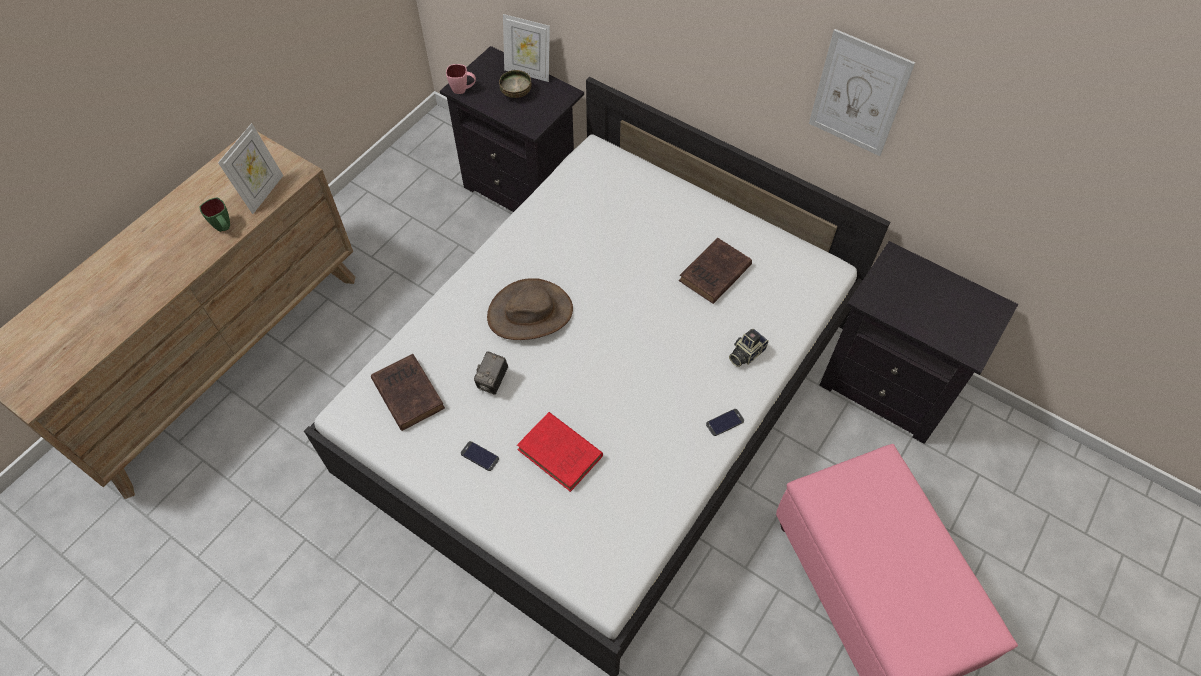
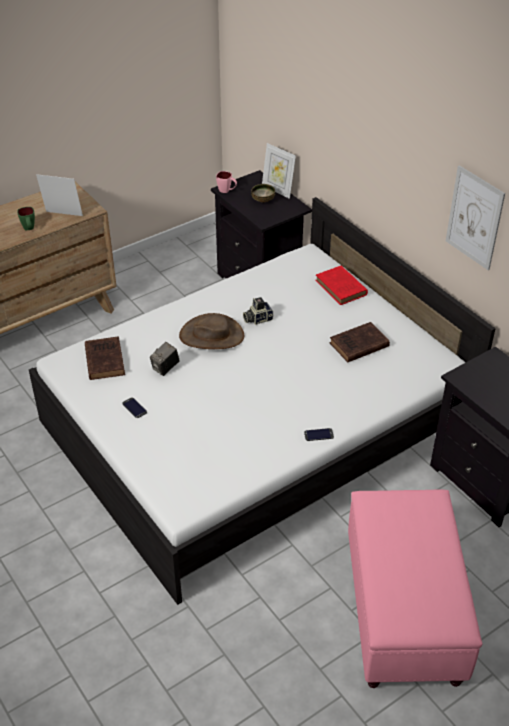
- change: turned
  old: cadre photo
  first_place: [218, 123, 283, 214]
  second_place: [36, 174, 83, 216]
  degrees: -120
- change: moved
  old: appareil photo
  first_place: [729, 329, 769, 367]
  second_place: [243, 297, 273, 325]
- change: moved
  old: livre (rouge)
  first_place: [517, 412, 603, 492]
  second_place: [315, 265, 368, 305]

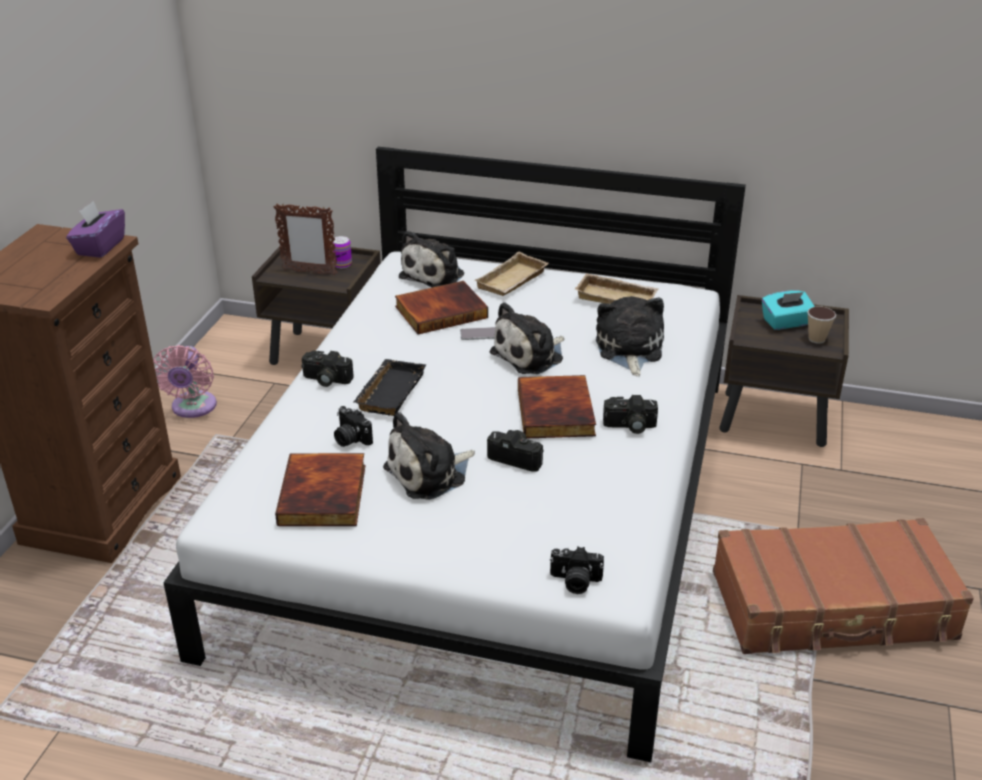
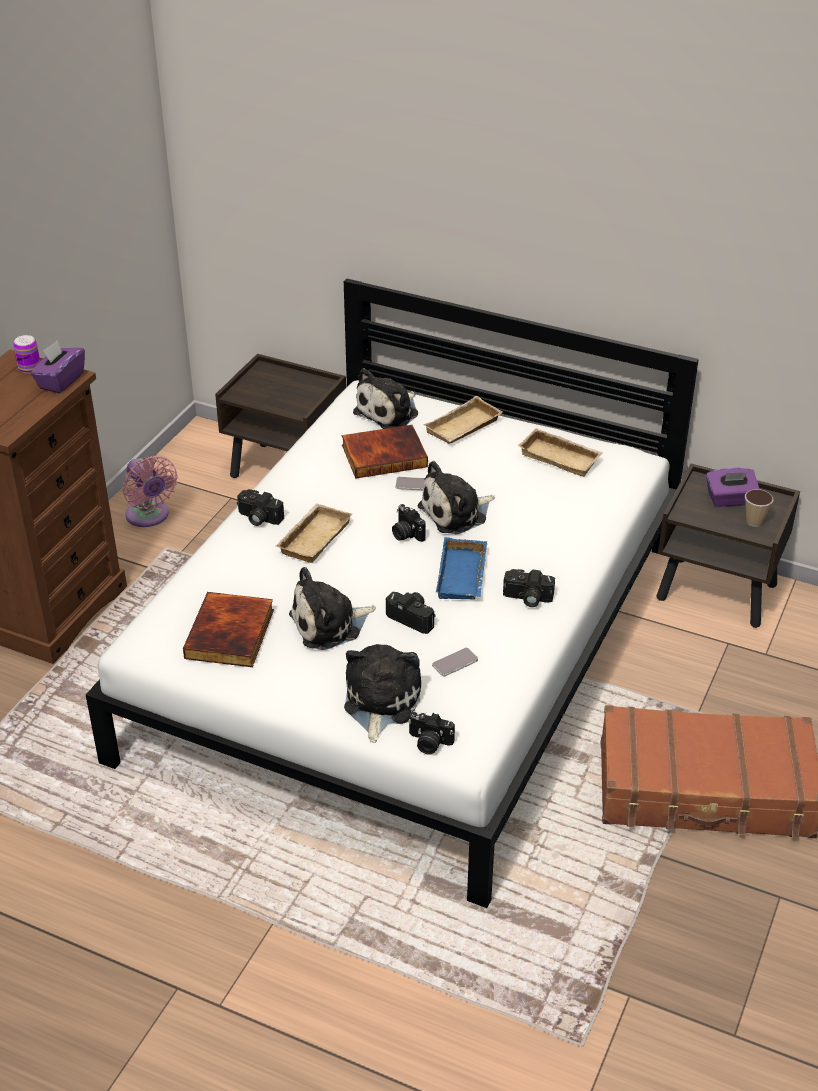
- change: removed
  old: cadre photo
  first_place: [274, 204, 338, 276]
- change: moved
  old: boîte métallique
  first_place: [331, 236, 352, 268]
  second_place: [13, 335, 40, 373]
- change: recoloured
  old: boîte à mouchoirs (turquoise)
  new: boîte à mouchoirs (violet)
  first_place: [762, 290, 815, 330]
  second_place: [706, 468, 760, 507]
- change: moved
  old: peluche
  first_place: [596, 296, 664, 376]
  second_place: [344, 644, 421, 743]
- change: turned
  old: ventilateur (rose)
  first_place: [153, 345, 217, 418]
  second_place: [122, 456, 178, 527]
  degrees: -45
- change: recoloured
  old: plateau (noir)
  new: plateau (beige)
  first_place: [354, 359, 426, 416]
  second_place: [276, 504, 352, 563]
- change: replaced
  old: livre
  new: plateau (bleu)
  first_place: [518, 375, 596, 438]
  second_place: [436, 537, 487, 600]
- change: moved
  old: appareil photo
  first_place: [334, 406, 373, 447]
  second_place: [392, 504, 426, 542]
- change: added
  new: téléphone
  second_place: [432, 648, 478, 676]

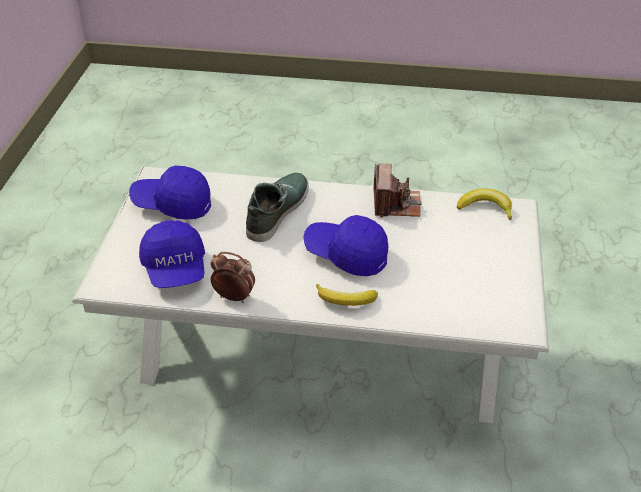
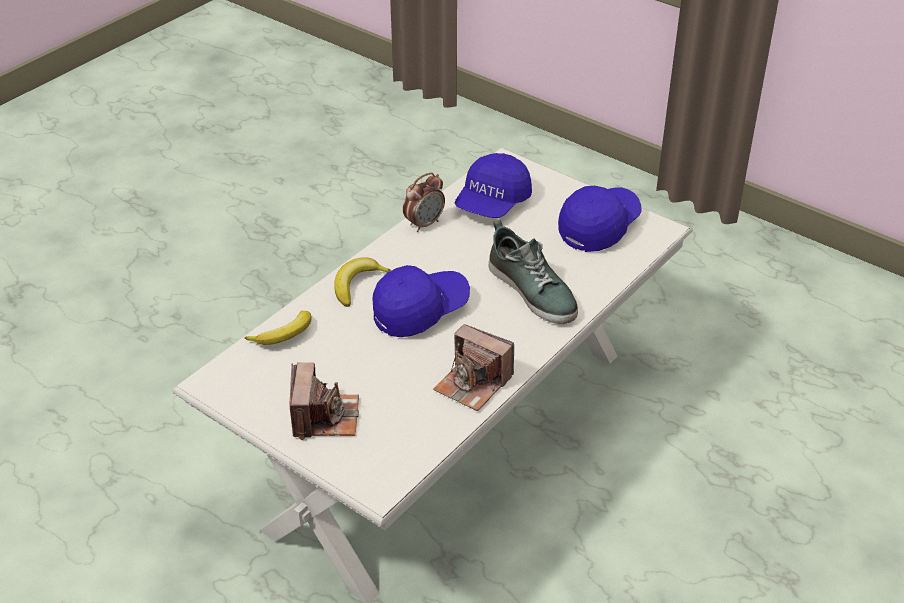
- change: moved
  old: banane
  first_place: [457, 189, 512, 221]
  second_place: [244, 311, 311, 345]
- change: turned
  old: casquette (bleu)
  first_place: [139, 220, 205, 288]
  second_place: [455, 153, 532, 218]
  degrees: -75
- change: added
  new: appareil photo
  second_place: [289, 362, 359, 440]

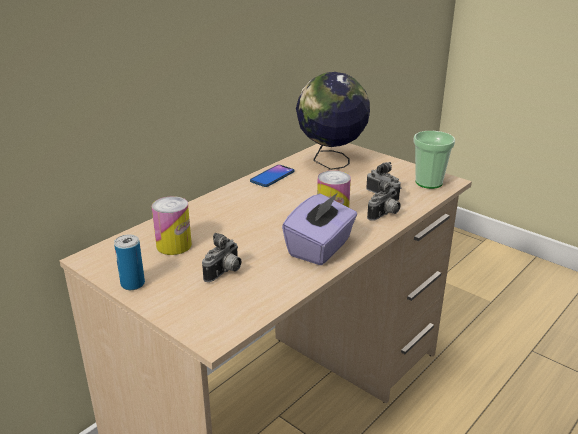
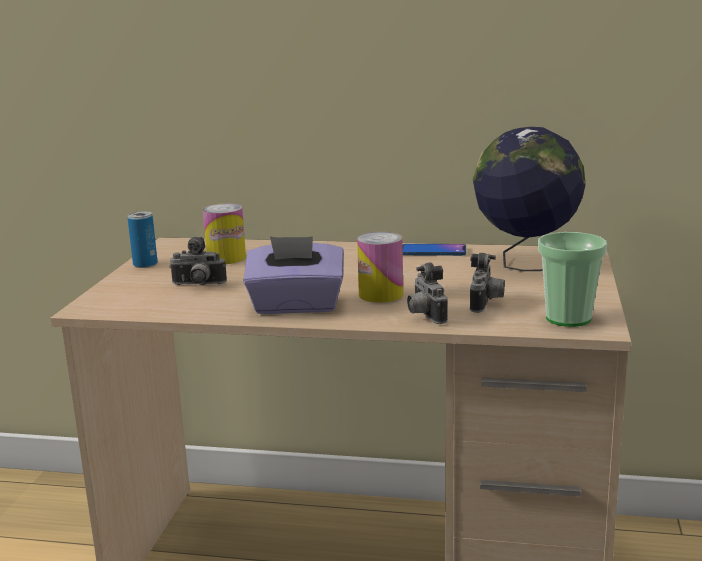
- change: turned
  old: appareil photo
  first_place: [367, 180, 401, 221]
  second_place: [407, 262, 448, 324]
  degrees: 60

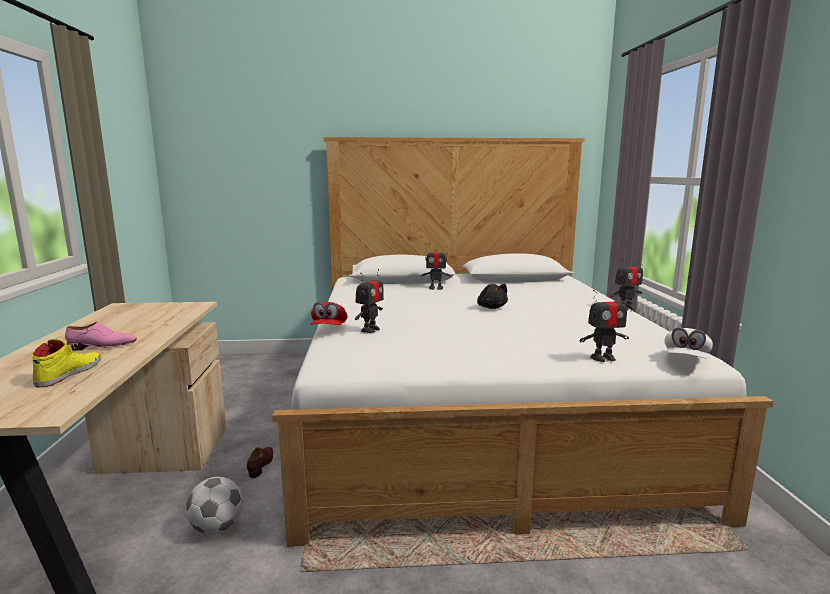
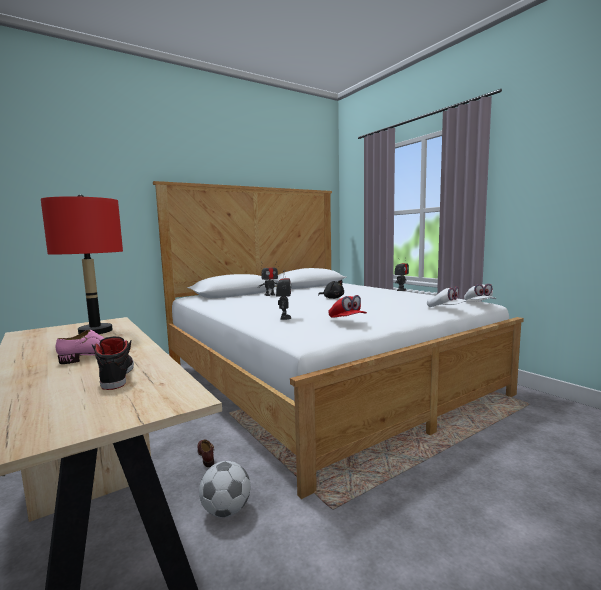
- change: replaced
  old: robot jouet
  new: casquette (blanc)
  first_place: [580, 290, 629, 362]
  second_place: [427, 287, 467, 307]
- change: moved
  old: casquette (rouge)
  first_place: [311, 302, 347, 325]
  second_place: [329, 295, 367, 318]
- change: recoloured
  old: chaussure (jaune)
  new: chaussure (noir)
  first_place: [32, 339, 101, 388]
  second_place: [92, 336, 134, 390]
- change: added
  new: lampe de table (rouge)
  second_place: [41, 194, 123, 334]

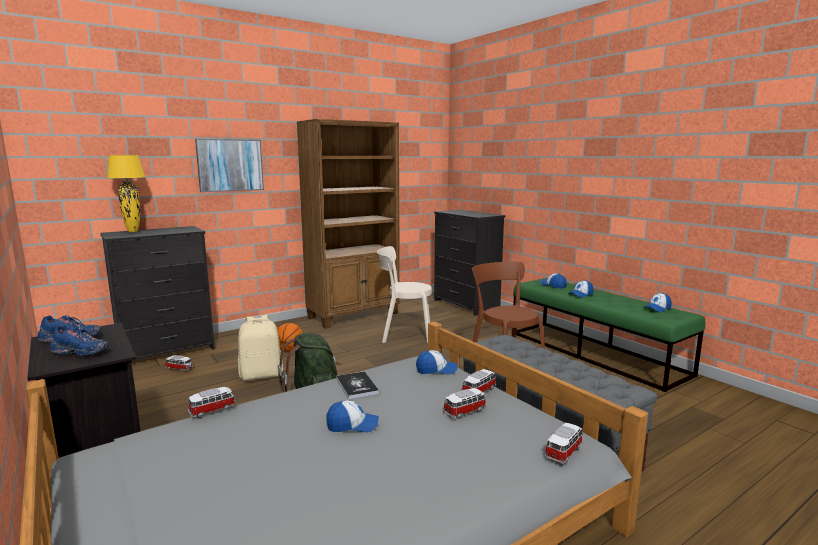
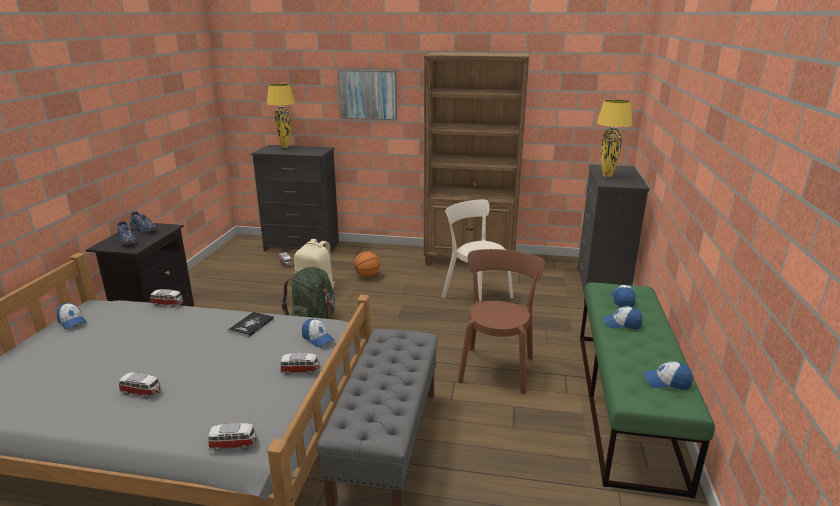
- change: moved
  old: petite voiture
  first_place: [443, 388, 486, 419]
  second_place: [119, 372, 162, 399]
- change: moved
  old: casquette
  first_place: [326, 400, 379, 433]
  second_place: [56, 303, 87, 330]
- change: added
  new: lampe de table (jaune)
  second_place: [597, 100, 633, 177]

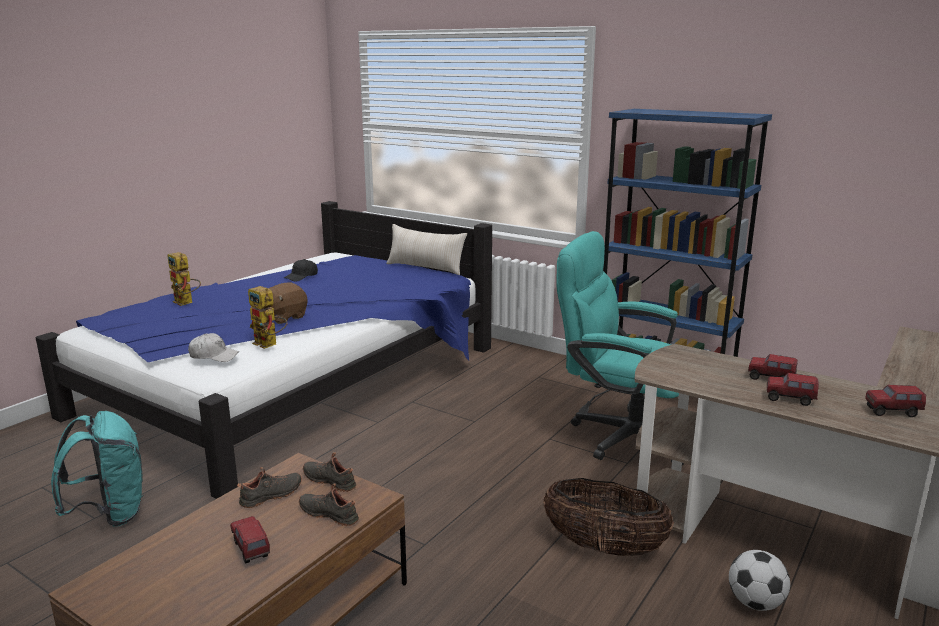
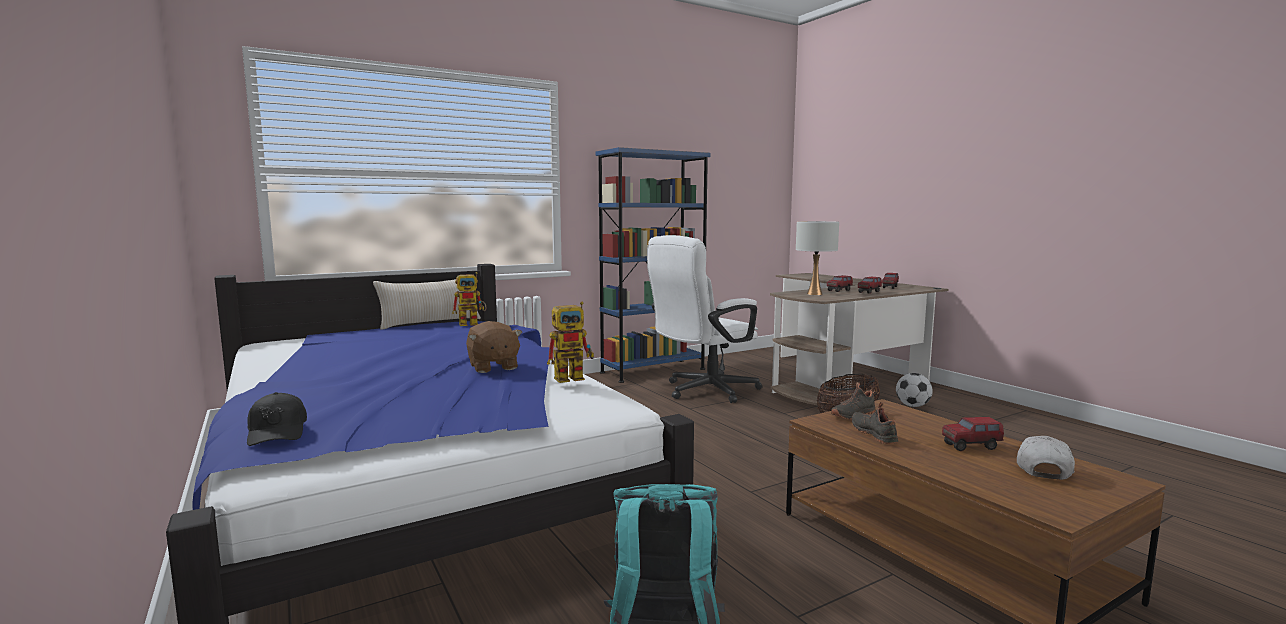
- change: recoloured
  old: chaise de bureau (turquoise)
  new: chaise de bureau (blanc)
  first_place: [557, 231, 684, 465]
  second_place: [647, 235, 762, 403]
- change: moved
  old: robot jouet
  first_place: [168, 252, 201, 306]
  second_place: [452, 272, 486, 326]
- change: moved
  old: casquette (noir)
  first_place: [284, 259, 318, 282]
  second_place: [247, 392, 307, 446]
- change: moved
  old: casquette (blanc)
  first_place: [188, 333, 239, 362]
  second_place: [1017, 436, 1075, 480]
- change: removed
  old: chaussure (noir)
  first_place: [299, 484, 359, 526]
- change: added
  new: lampe de table (blanc)
  second_place: [796, 221, 839, 295]

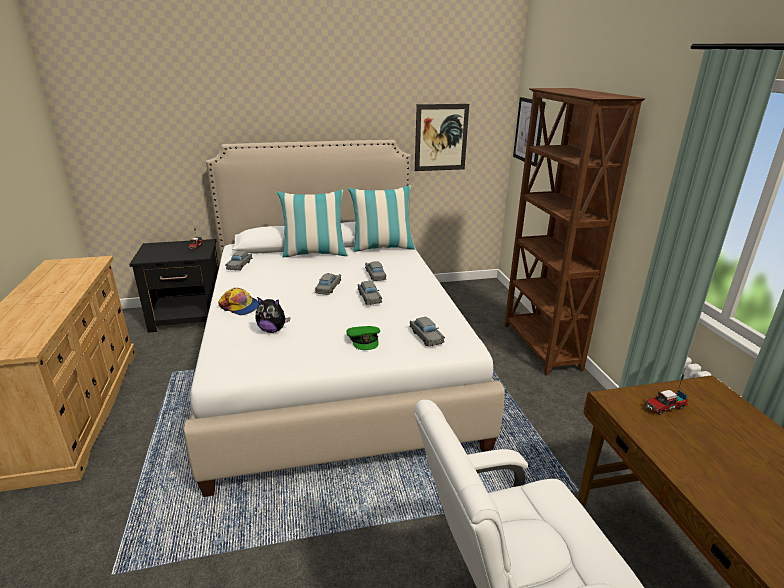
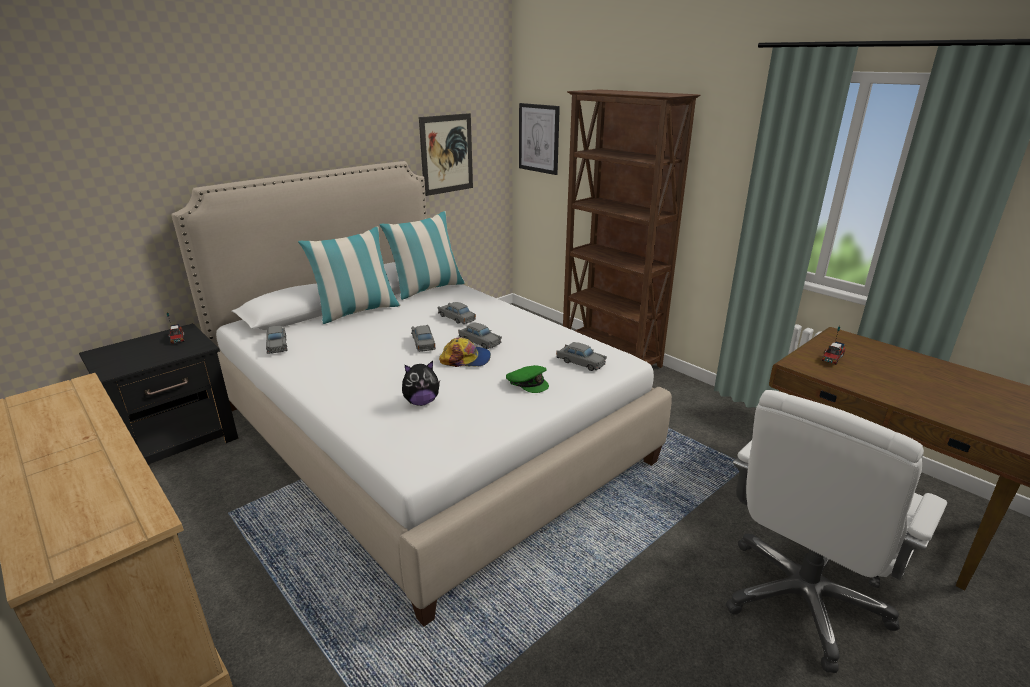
- change: moved
  old: casquette
  first_place: [218, 288, 259, 315]
  second_place: [439, 337, 491, 367]

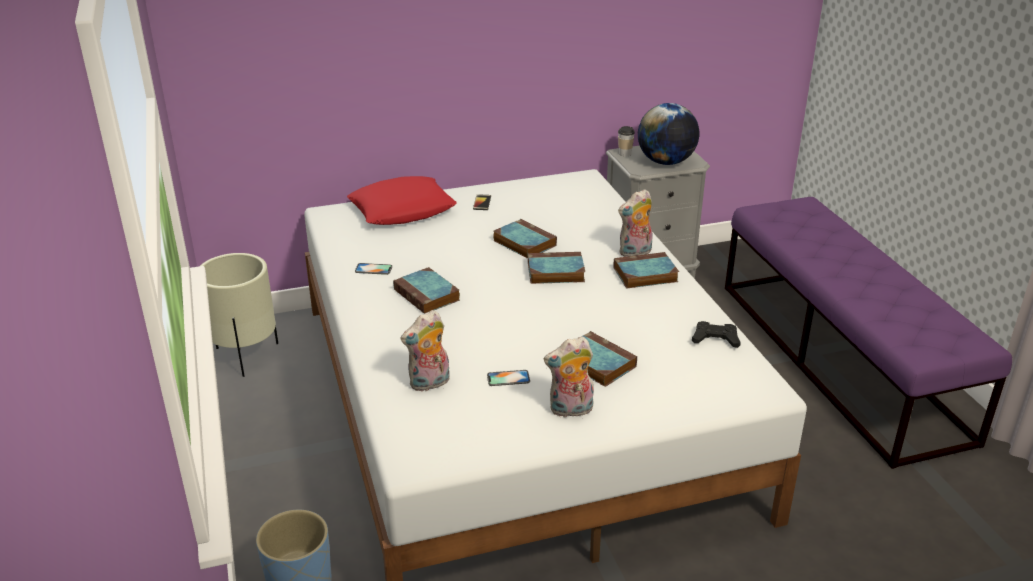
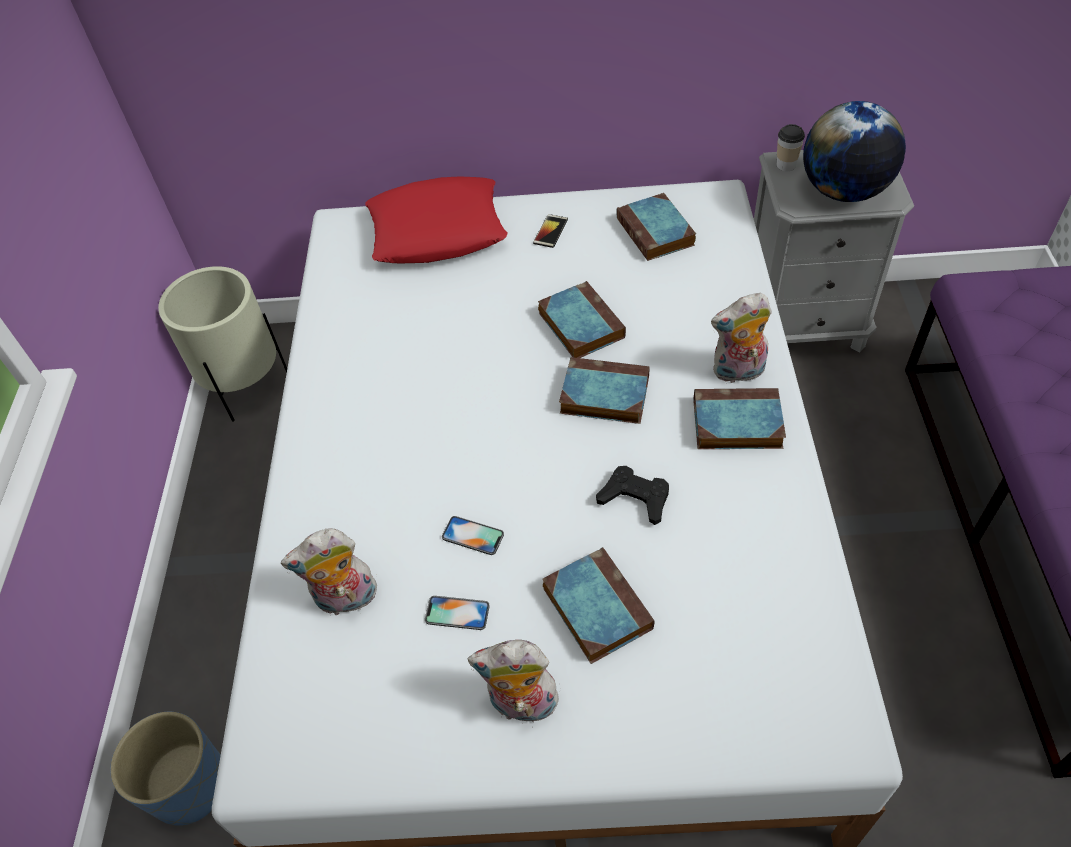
- change: moved
  old: téléphone
  first_place: [355, 263, 392, 275]
  second_place: [442, 516, 504, 555]
- change: moved
  old: livre
  first_place: [393, 267, 460, 314]
  second_place: [616, 193, 696, 261]
- change: moved
  old: manette (noir)
  first_place: [692, 321, 741, 348]
  second_place: [596, 466, 669, 525]

